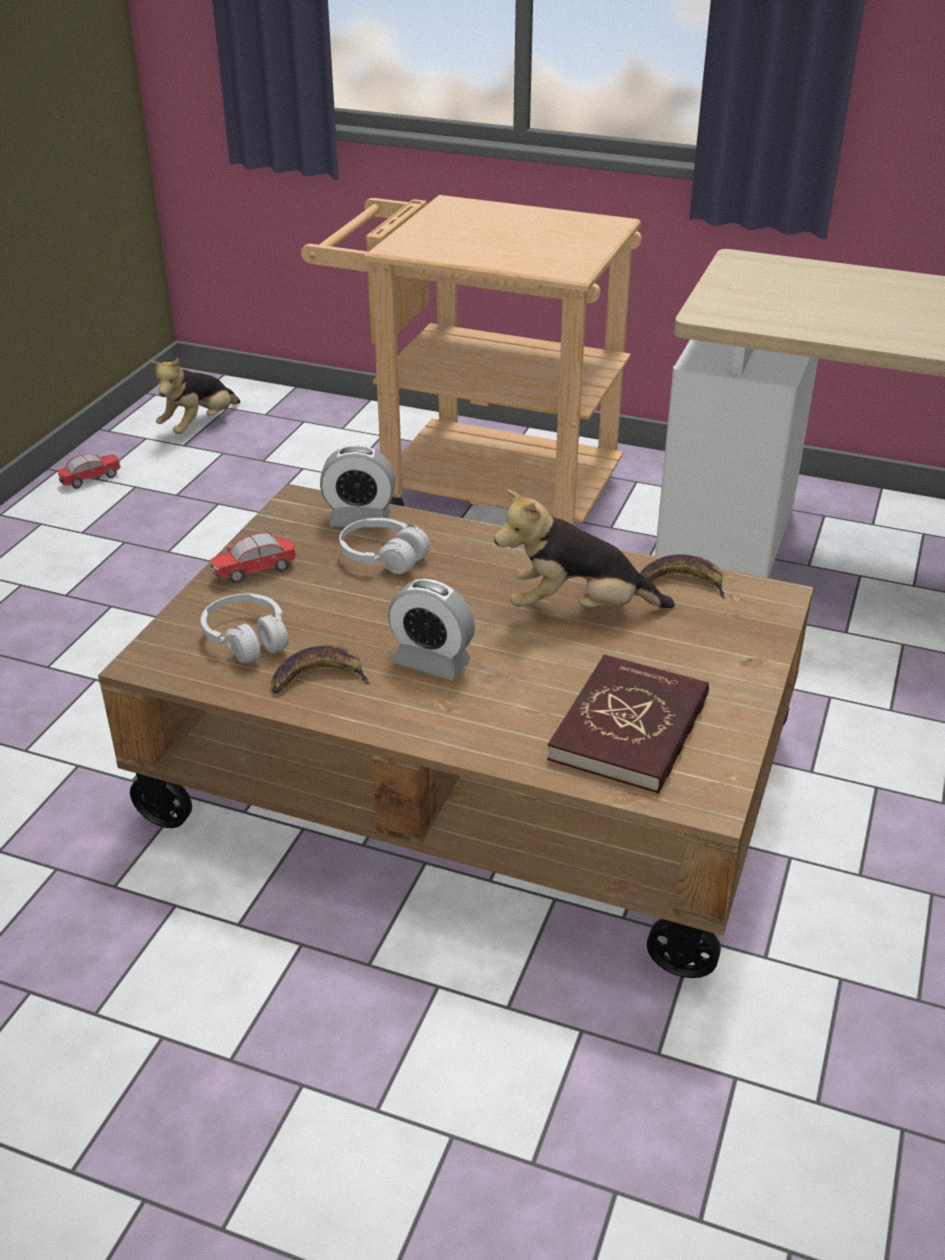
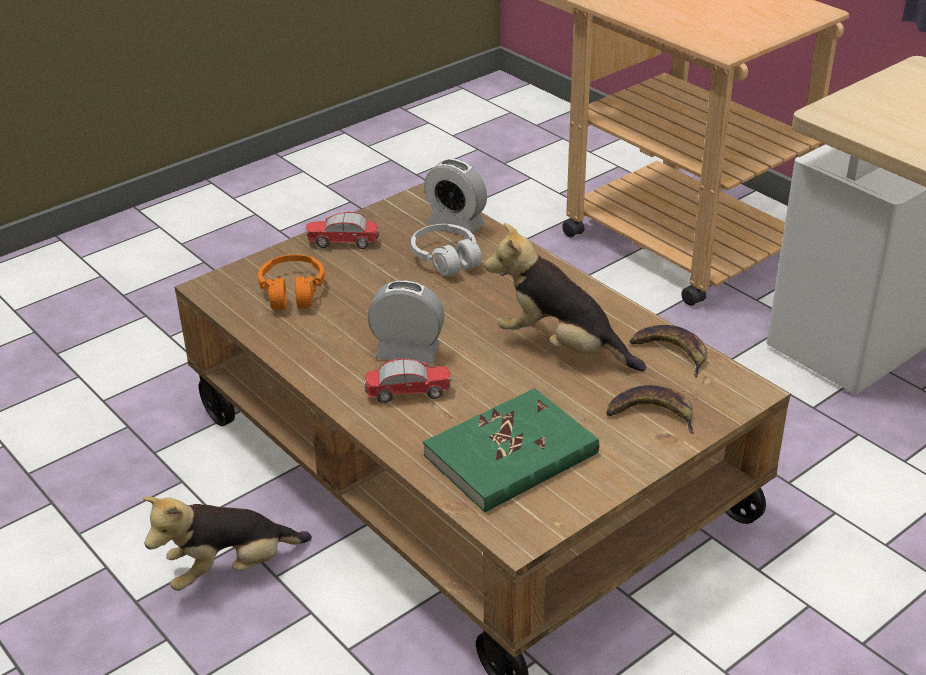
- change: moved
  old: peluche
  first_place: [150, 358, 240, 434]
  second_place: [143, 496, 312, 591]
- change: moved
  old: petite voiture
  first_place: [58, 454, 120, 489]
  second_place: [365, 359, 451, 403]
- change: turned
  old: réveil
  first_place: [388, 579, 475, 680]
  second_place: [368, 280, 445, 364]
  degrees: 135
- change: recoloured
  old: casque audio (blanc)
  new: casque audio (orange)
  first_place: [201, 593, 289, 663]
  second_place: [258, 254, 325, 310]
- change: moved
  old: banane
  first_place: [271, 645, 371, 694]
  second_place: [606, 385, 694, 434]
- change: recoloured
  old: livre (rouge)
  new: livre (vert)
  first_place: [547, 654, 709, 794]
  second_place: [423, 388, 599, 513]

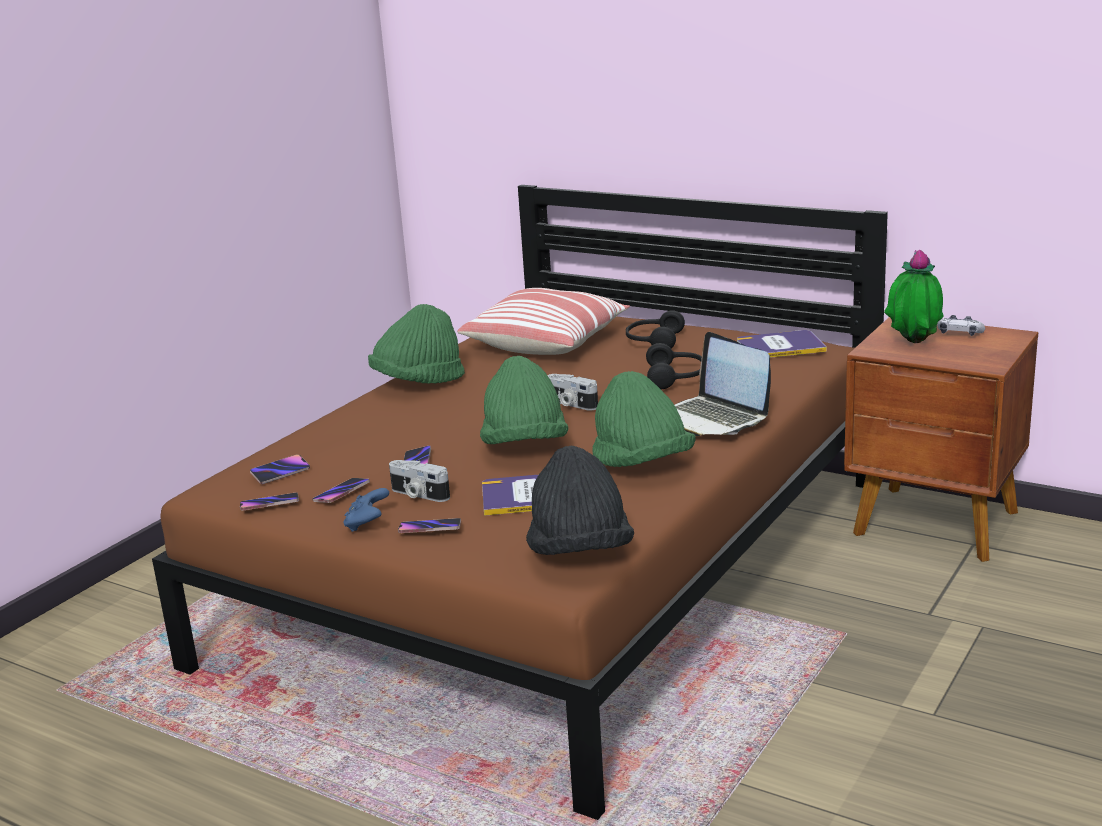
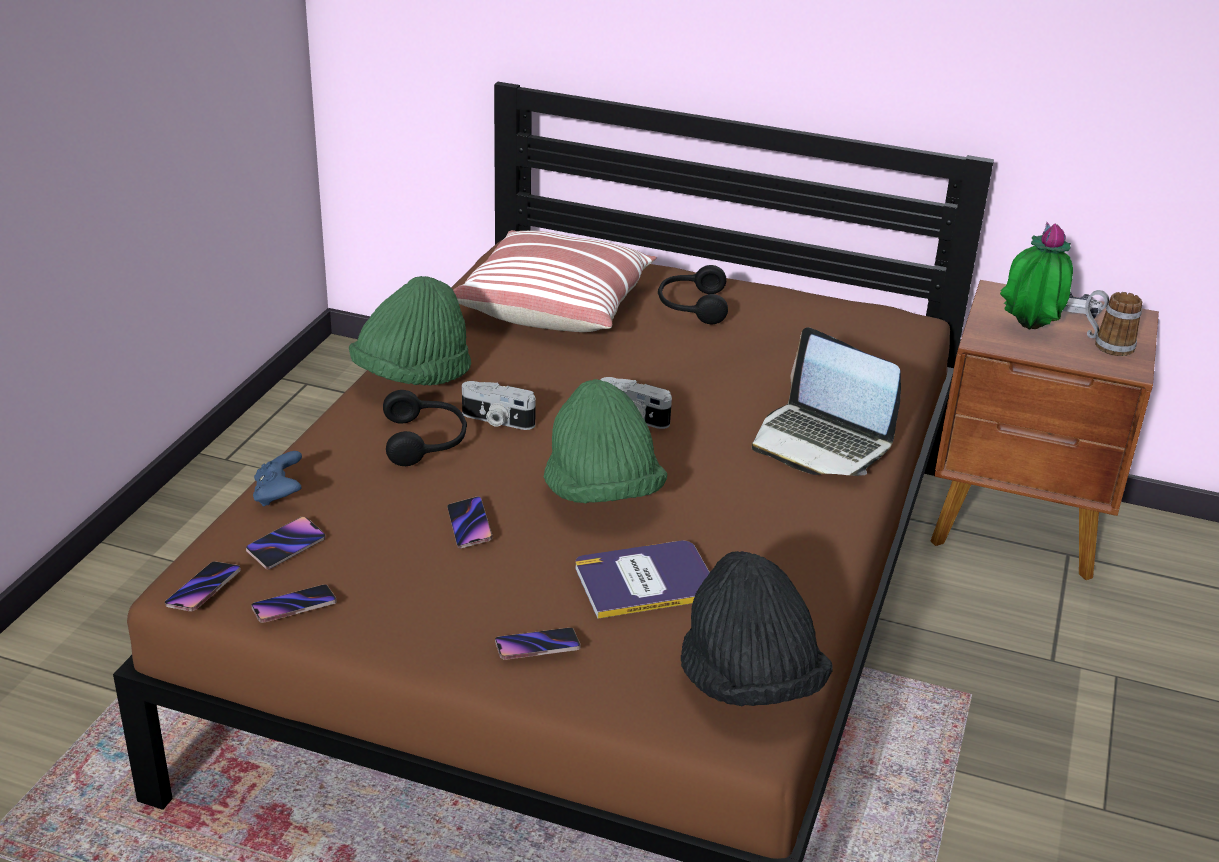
- change: removed
  old: livre
  first_place: [737, 330, 827, 358]
- change: moved
  old: casque audio (noir)
  first_place: [646, 343, 702, 389]
  second_place: [383, 390, 467, 466]
- change: removed
  old: chapeau (vert)
  first_place: [592, 371, 696, 467]
- change: moved
  old: appareil photo
  first_place: [389, 460, 450, 502]
  second_place: [462, 381, 536, 430]
- change: moved
  old: téléphone
  first_place: [312, 478, 370, 503]
  second_place: [165, 561, 241, 611]
- change: moved
  old: manette (bleu)
  first_place: [344, 488, 389, 532]
  second_place: [253, 451, 302, 507]
- change: added
  new: mug
  second_place: [1085, 290, 1142, 356]

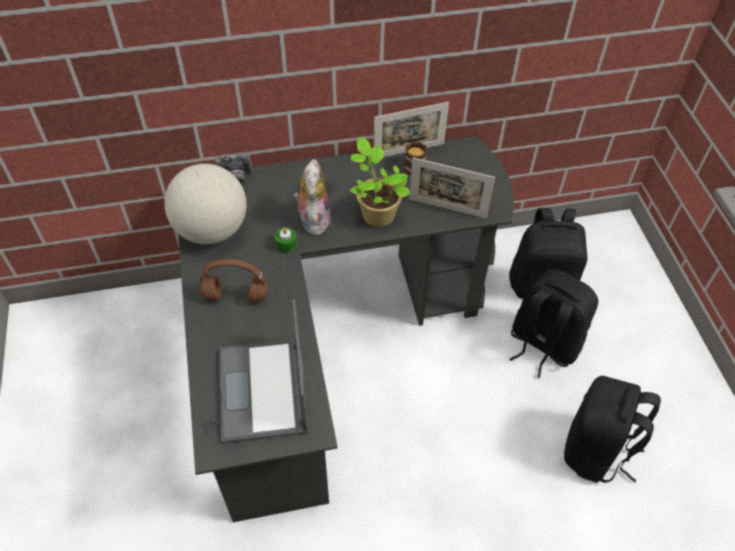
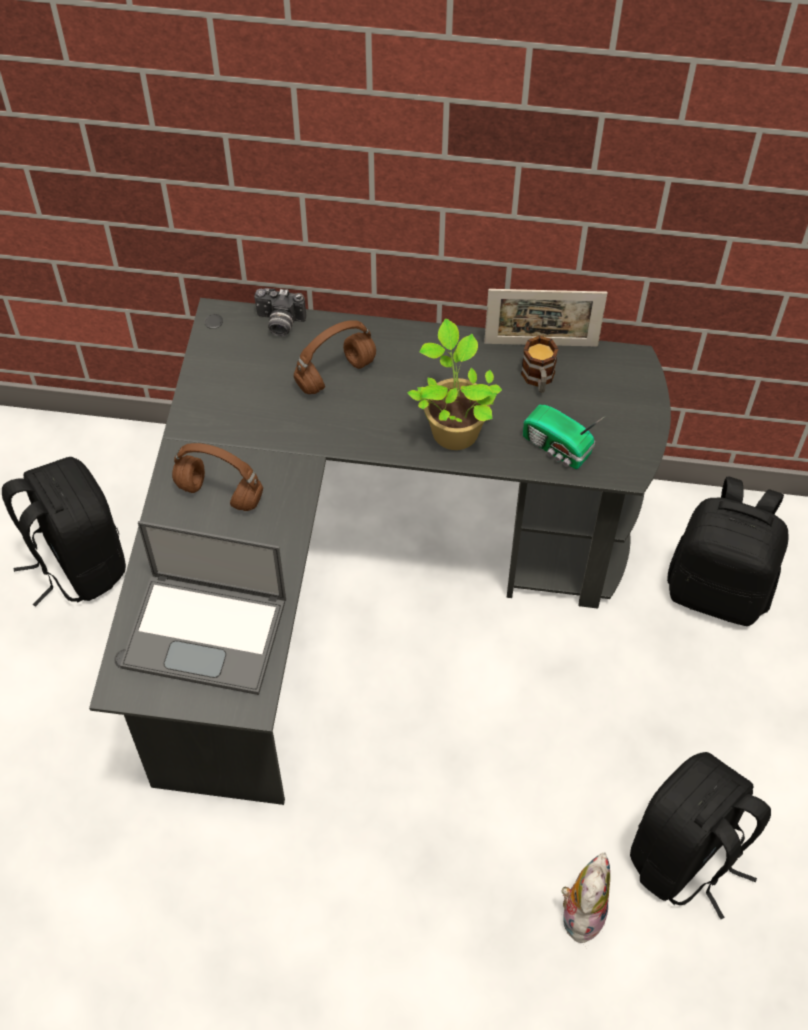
- change: replaced
  old: cadre photo
  new: radio
  first_place: [409, 157, 495, 218]
  second_place: [523, 405, 605, 469]
- change: moved
  old: peluche
  first_place: [294, 159, 331, 235]
  second_place: [562, 852, 610, 945]
- change: removed
  old: globe
  first_place: [164, 164, 247, 244]
- change: removed
  old: bougie (vert)
  first_place: [275, 227, 297, 253]
- change: moved
  old: sac à dos (noir)
  first_place: [510, 269, 598, 378]
  second_place: [2, 457, 126, 607]
- change: turned
  old: ordinateur portable
  first_place: [220, 299, 308, 443]
  second_place: [120, 521, 286, 695]
  degrees: -90
- change: added
  new: casque audio (marron)
  second_place: [294, 320, 376, 394]

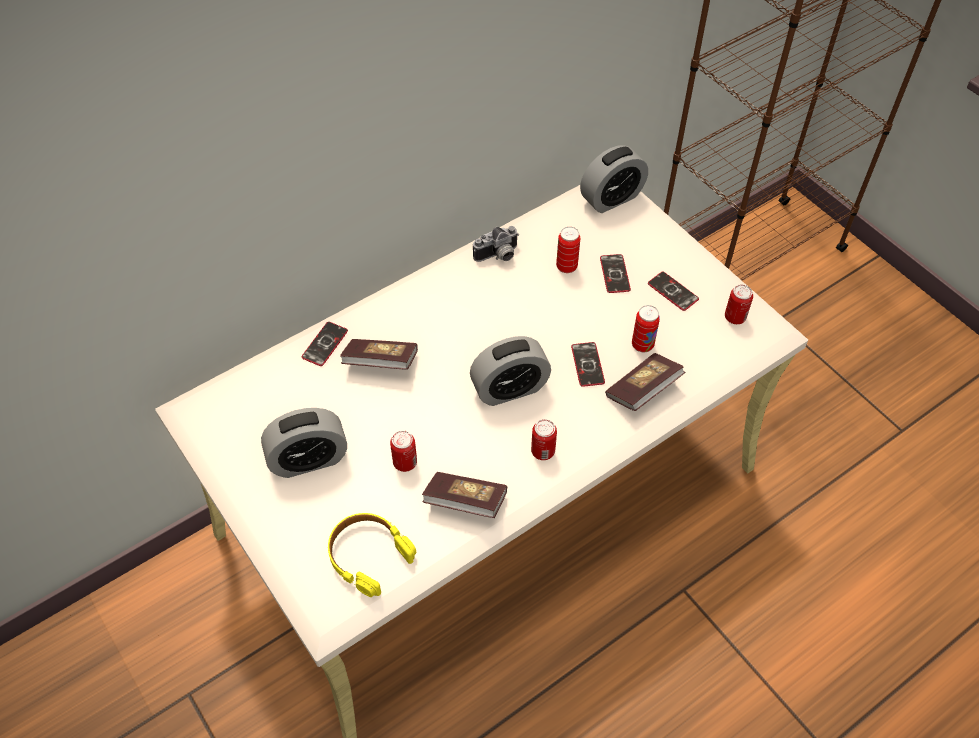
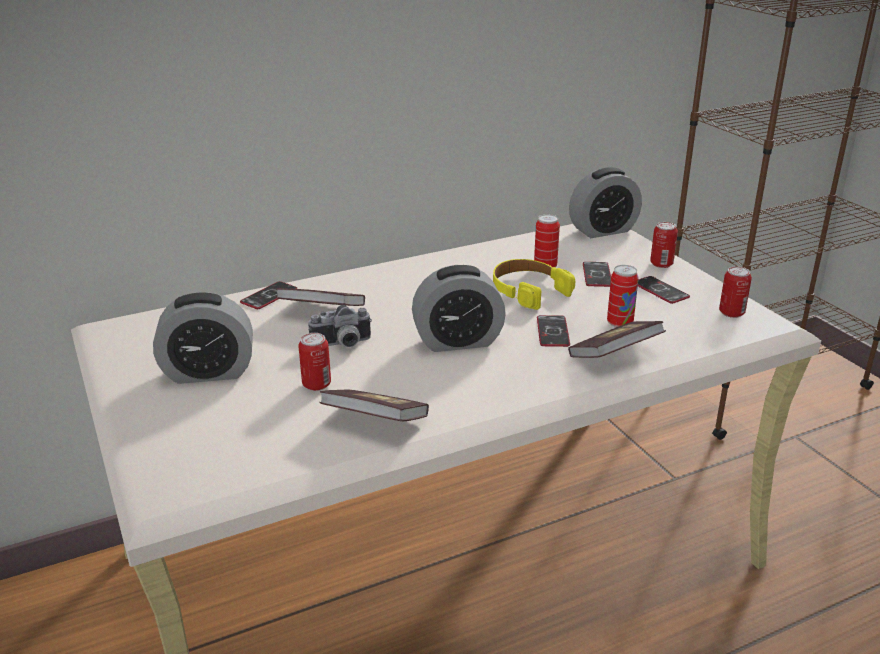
- change: moved
  old: appareil photo
  first_place: [473, 226, 519, 262]
  second_place: [308, 305, 372, 347]
- change: moved
  old: boîte métallique
  first_place: [531, 419, 557, 460]
  second_place: [650, 222, 678, 268]
- change: moved
  old: casque audio (jaune)
  first_place: [328, 513, 416, 597]
  second_place: [493, 259, 575, 310]

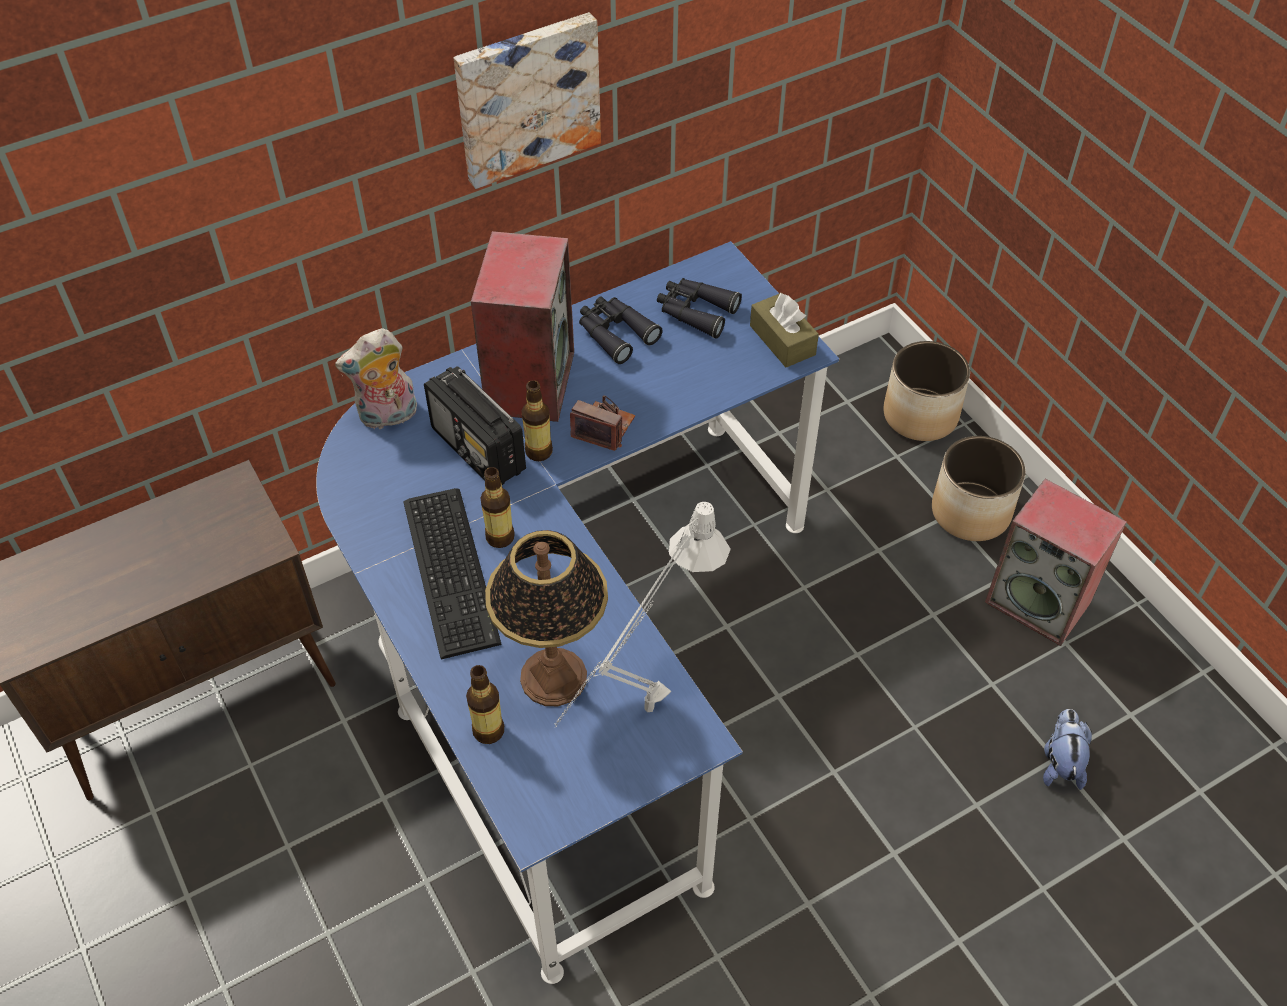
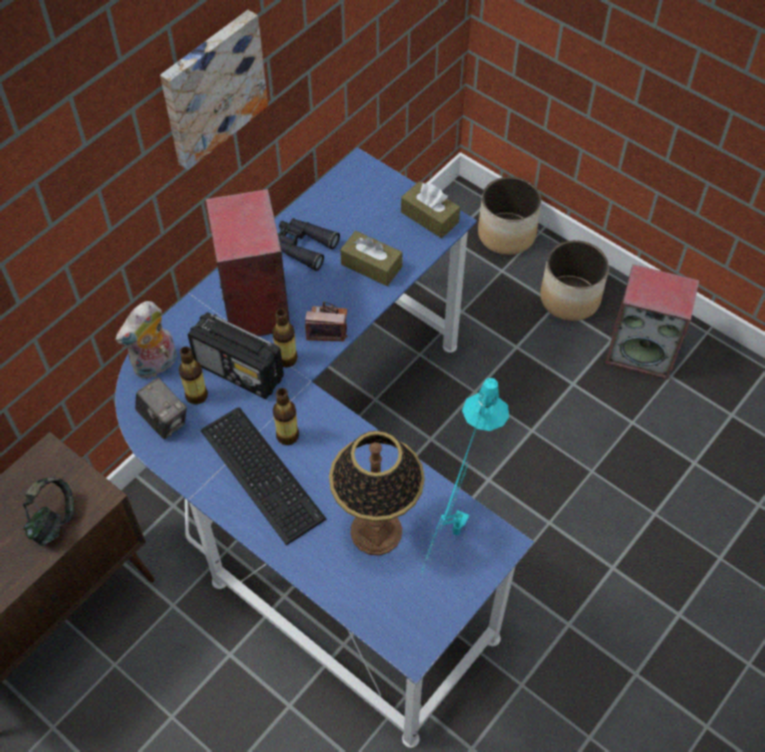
- change: removed
  old: jumelles (noir)
  first_place: [657, 278, 742, 339]
- change: recoloured
  old: lampe de table (gris)
  new: lampe de table (turquoise)
  first_place: [554, 502, 731, 728]
  second_place: [420, 378, 509, 575]
- change: moved
  old: bouteille
  first_place: [466, 665, 504, 744]
  second_place: [179, 347, 208, 405]
- change: removed
  old: peluche
  first_place: [1043, 709, 1092, 790]
- change: added
  new: boîte à mouchoirs (marron)
  second_place: [340, 231, 402, 286]
- change: added
  new: appareil photo
  second_place: [135, 377, 187, 439]
- change: added
  new: casque audio
  second_place: [23, 478, 74, 546]

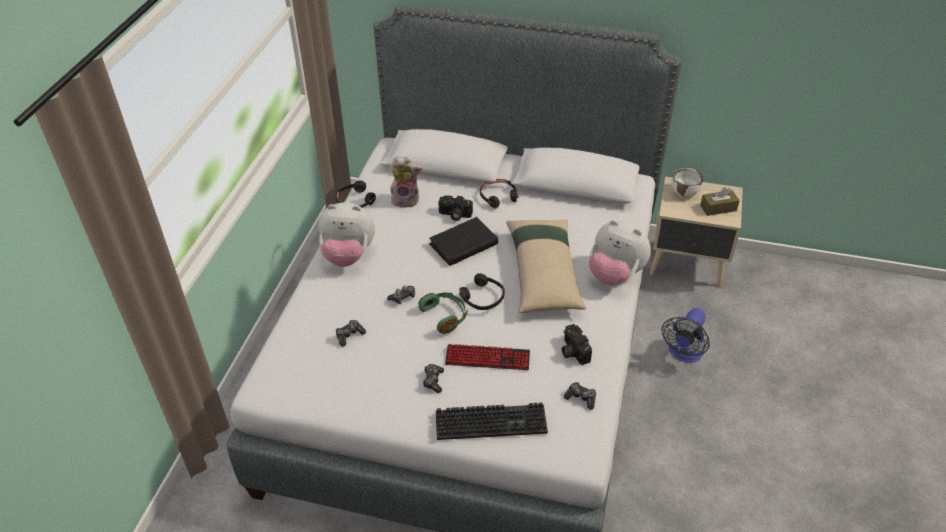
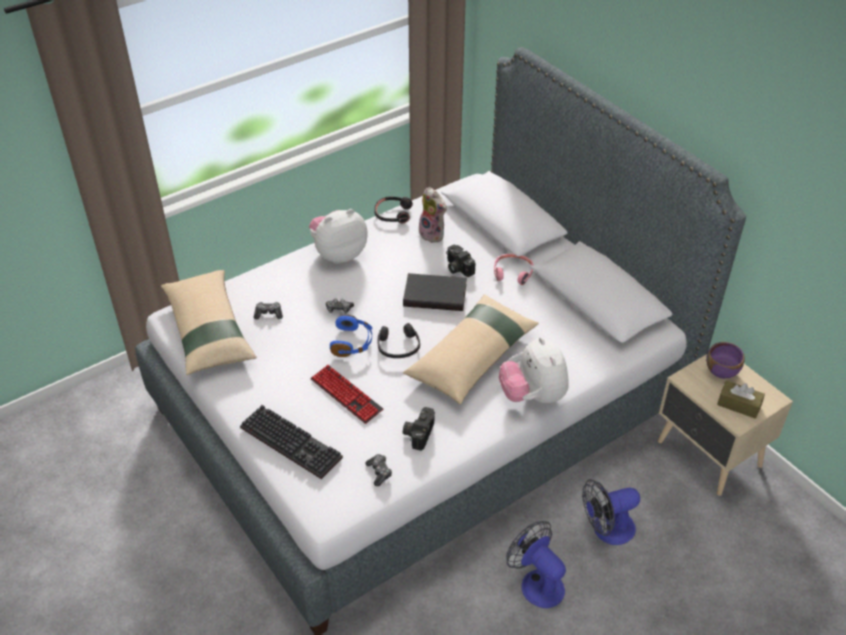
- change: recoloured
  old: bol (blanc)
  new: bol (violet)
  first_place: [672, 168, 703, 198]
  second_place: [706, 342, 745, 379]
- change: recoloured
  old: casque audio (noir)
  new: casque audio (rose)
  first_place: [480, 179, 518, 209]
  second_place: [494, 254, 534, 285]
- change: turned
  old: peluche
  first_place: [319, 202, 375, 267]
  second_place: [309, 209, 368, 264]
  degrees: 105
- change: recoloured
  old: casque audio (vert)
  new: casque audio (bleu)
  first_place: [418, 292, 468, 334]
  second_place: [330, 315, 372, 357]
- change: removed
  old: manette
  first_place: [423, 364, 444, 393]
- change: added
  new: coussin (beige)
  second_place: [161, 270, 257, 375]
- change: added
  new: ventilateur
  second_place: [506, 521, 566, 608]

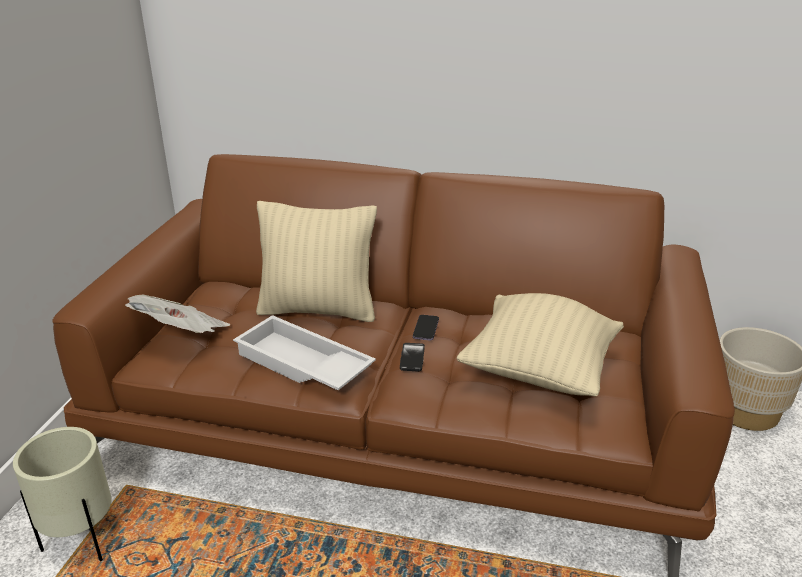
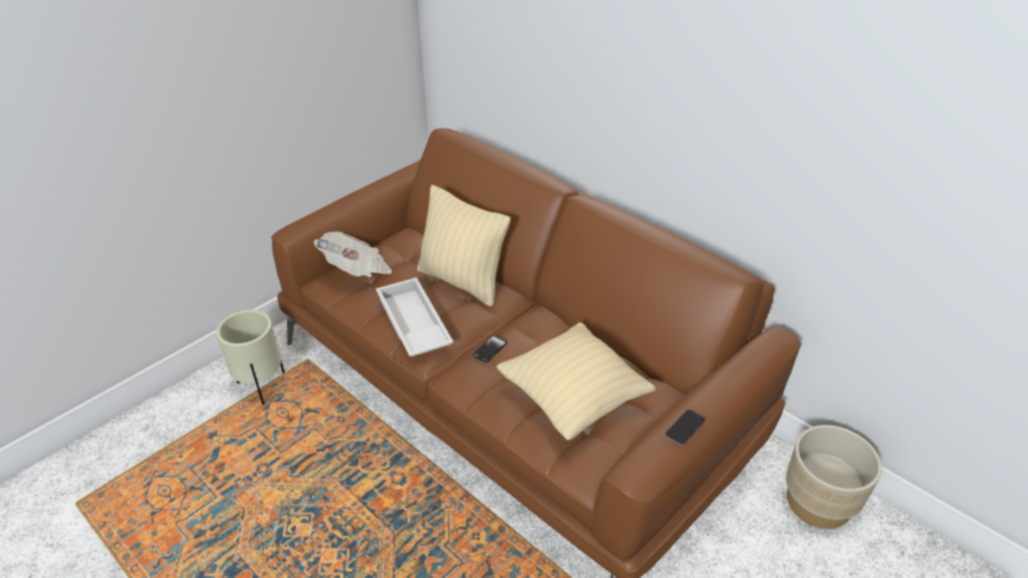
- change: moved
  old: téléphone
  first_place: [413, 315, 439, 341]
  second_place: [665, 410, 705, 446]

